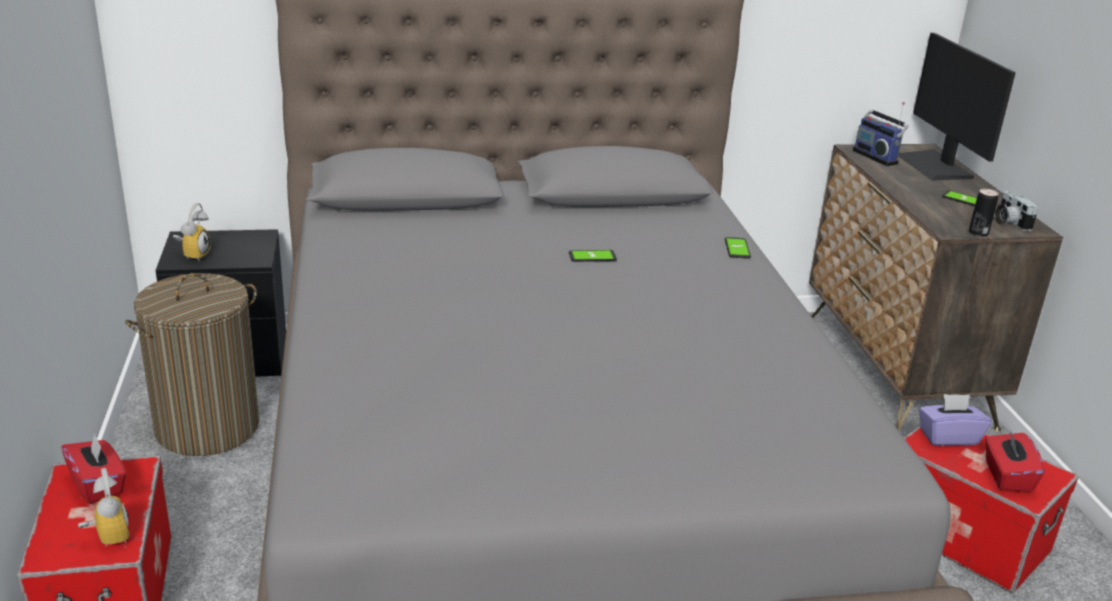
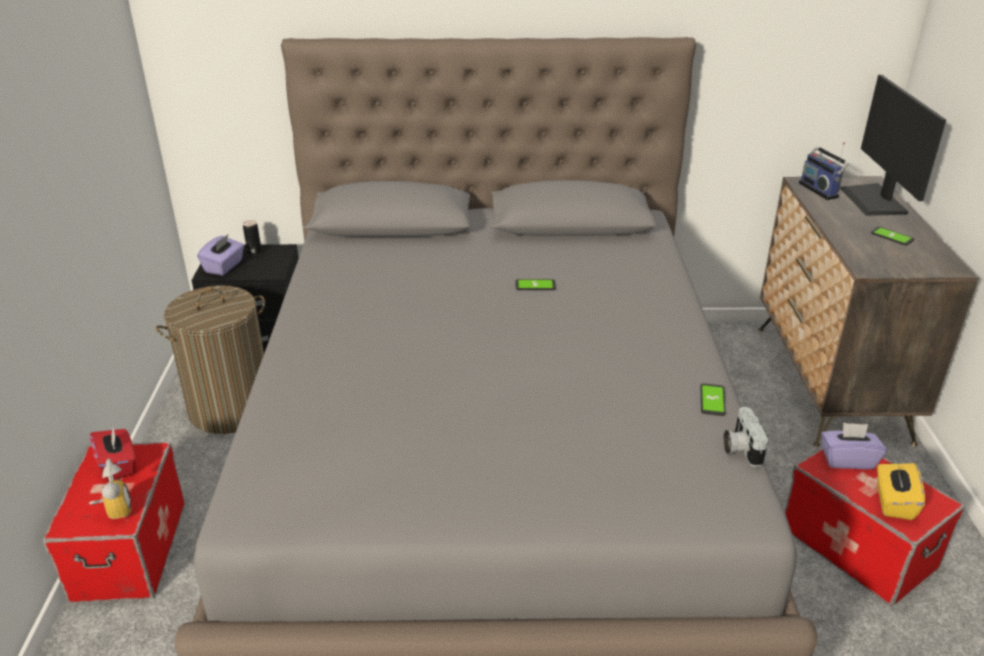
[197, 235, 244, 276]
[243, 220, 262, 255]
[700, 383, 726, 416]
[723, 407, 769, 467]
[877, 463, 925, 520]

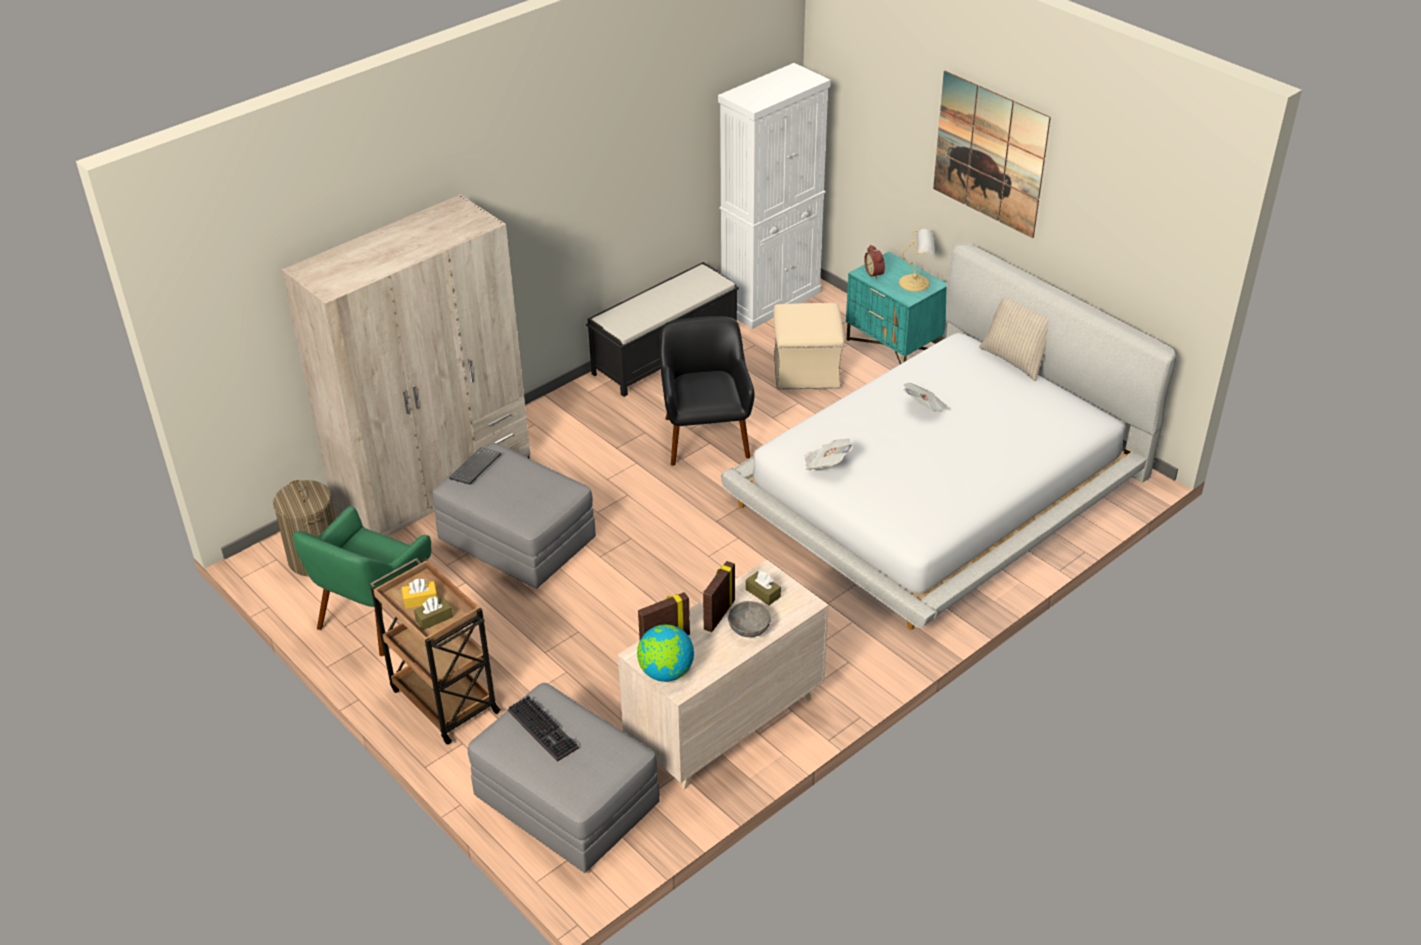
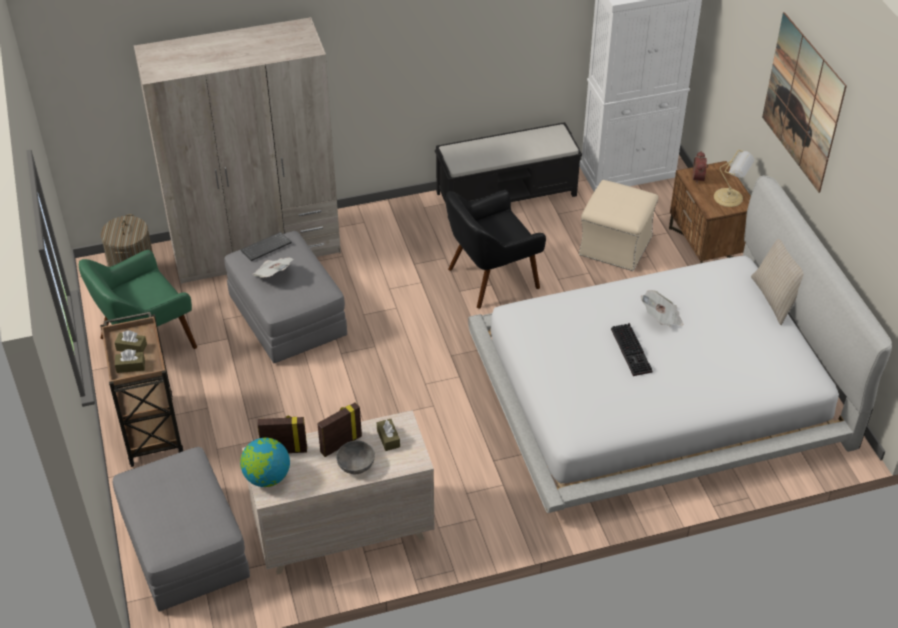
[114, 330, 147, 353]
[252, 257, 294, 277]
[446, 190, 546, 309]
[611, 323, 653, 376]
[669, 161, 751, 263]

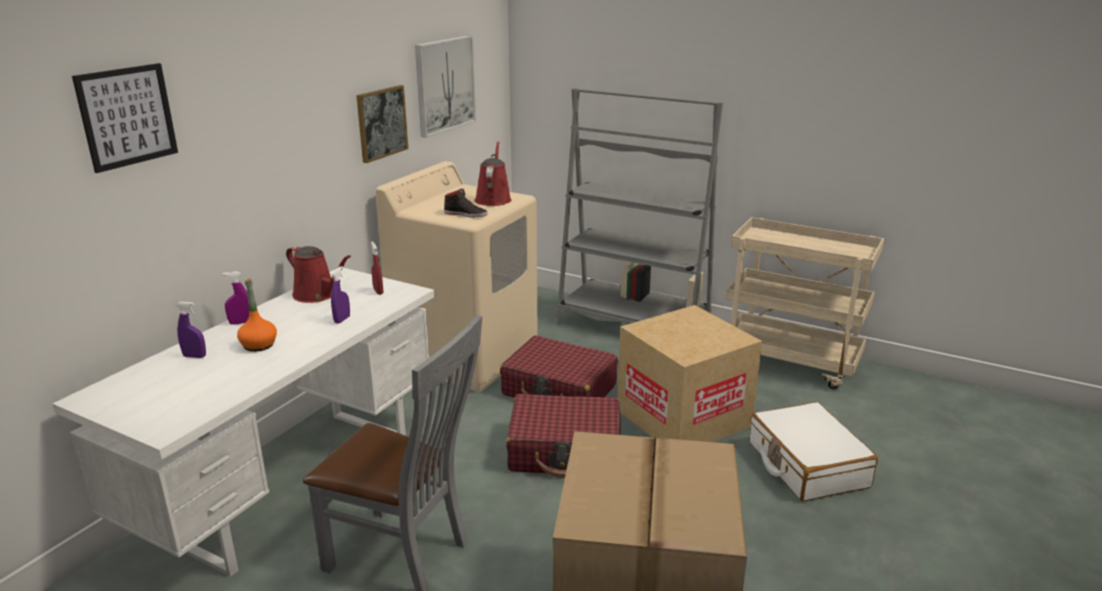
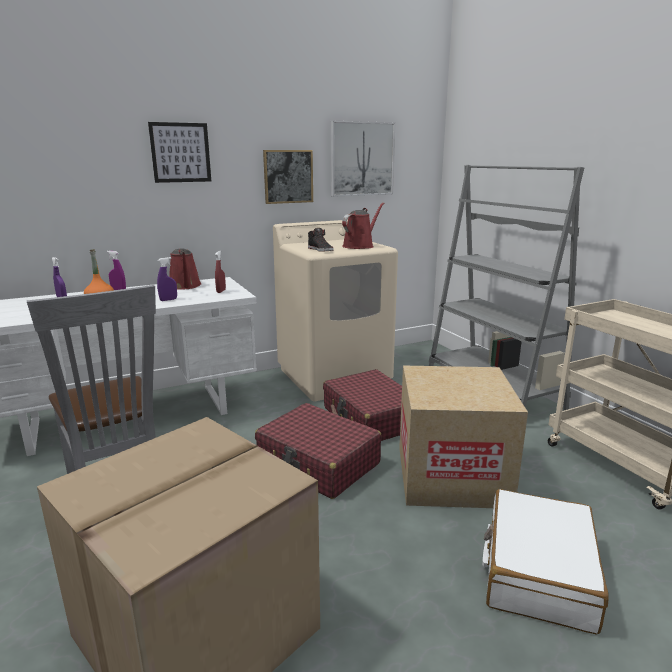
[148, 122, 211, 183]

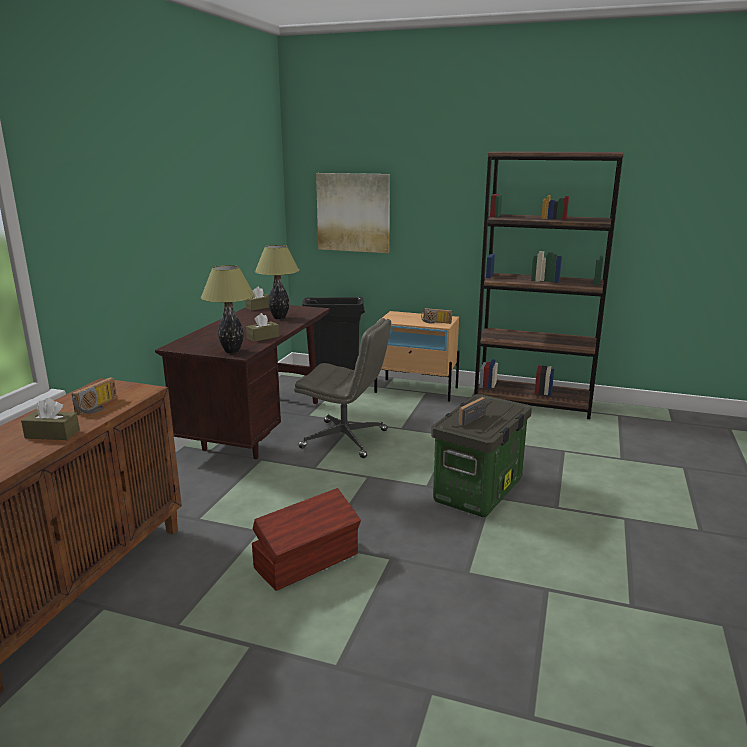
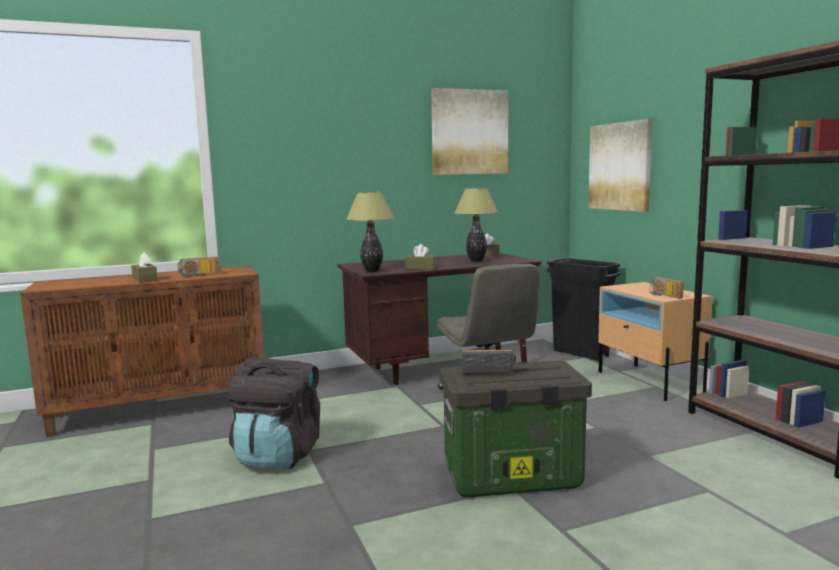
[228, 357, 320, 469]
[431, 88, 508, 175]

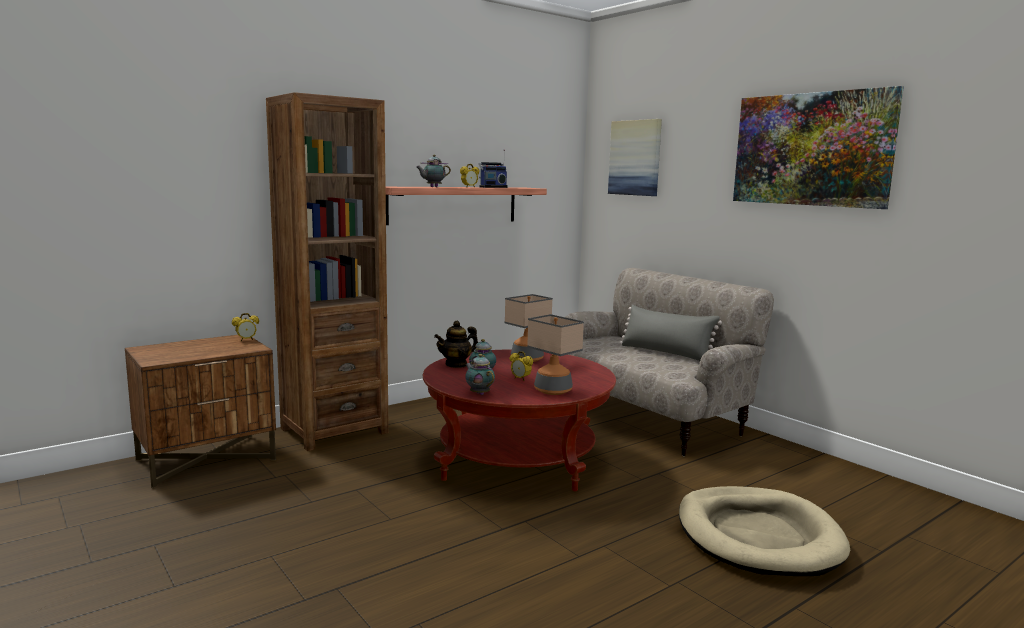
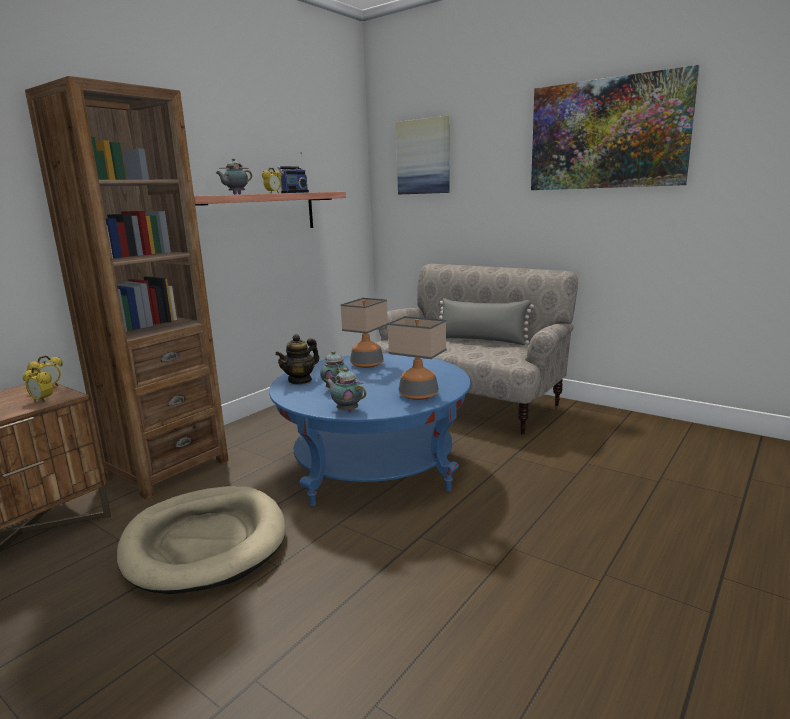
[23, 367, 53, 403]
[117, 486, 286, 594]
[269, 354, 471, 506]

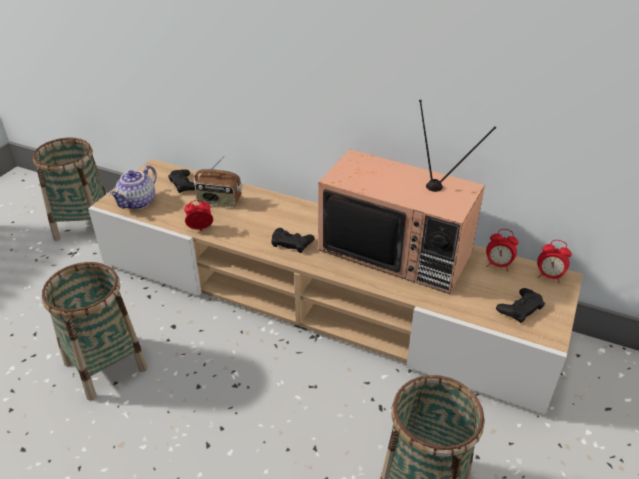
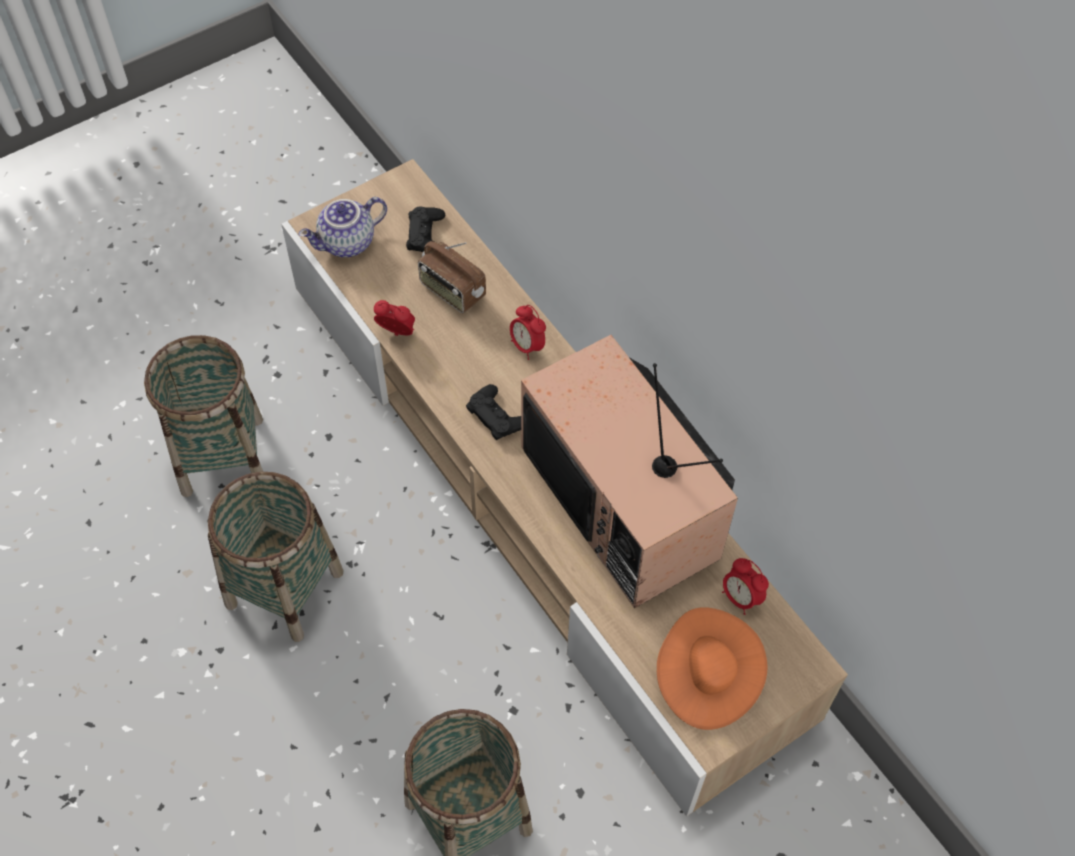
[208, 472, 344, 642]
[510, 305, 546, 360]
[657, 607, 767, 730]

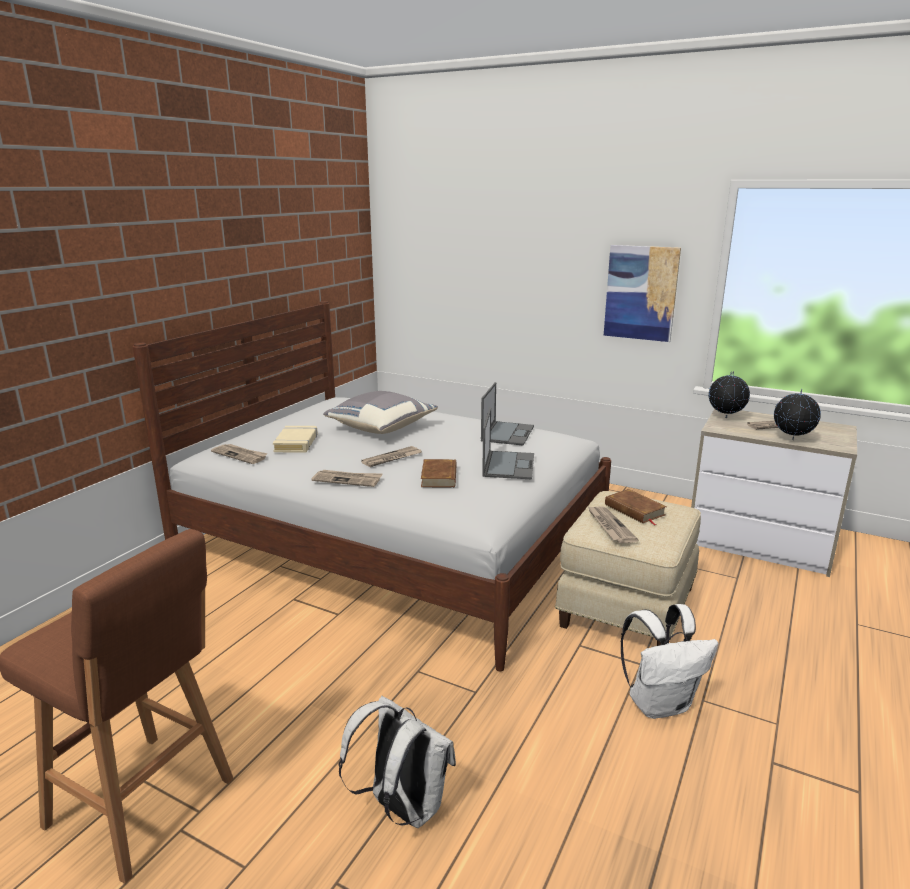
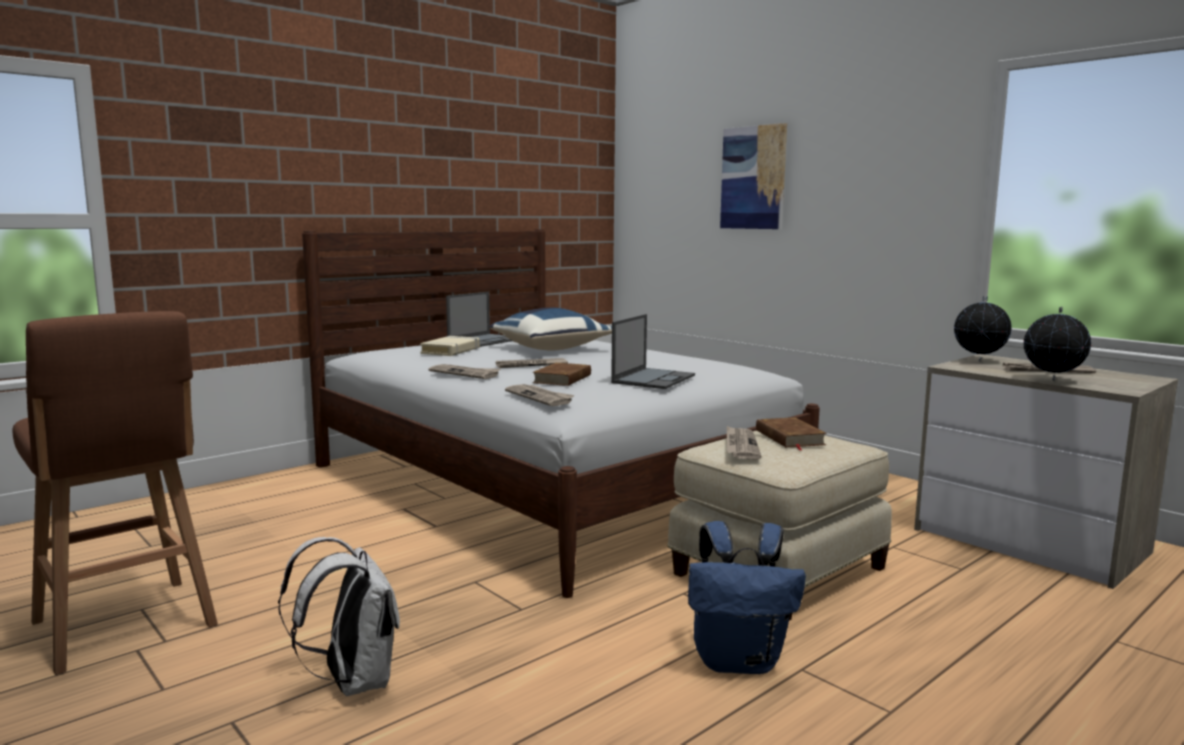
[446, 292, 512, 347]
[489, 308, 612, 350]
[505, 384, 575, 406]
[688, 521, 806, 674]
[720, 123, 787, 229]

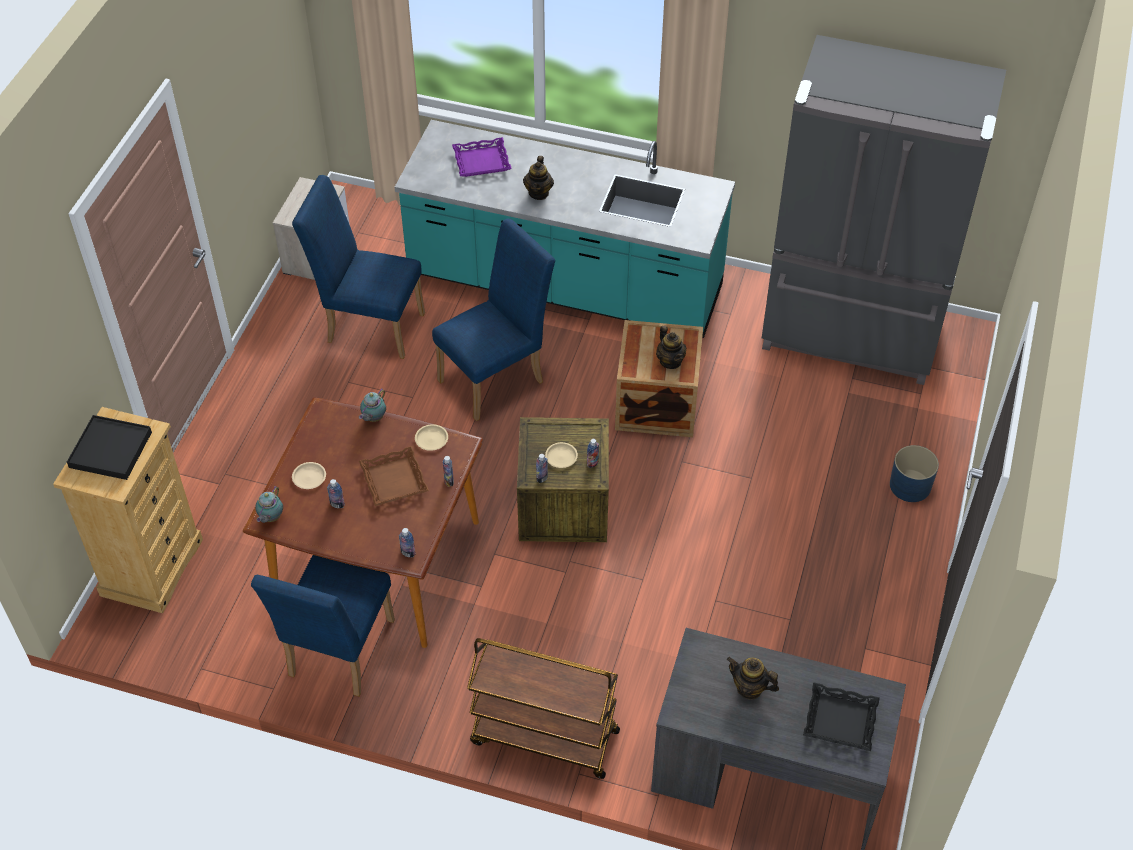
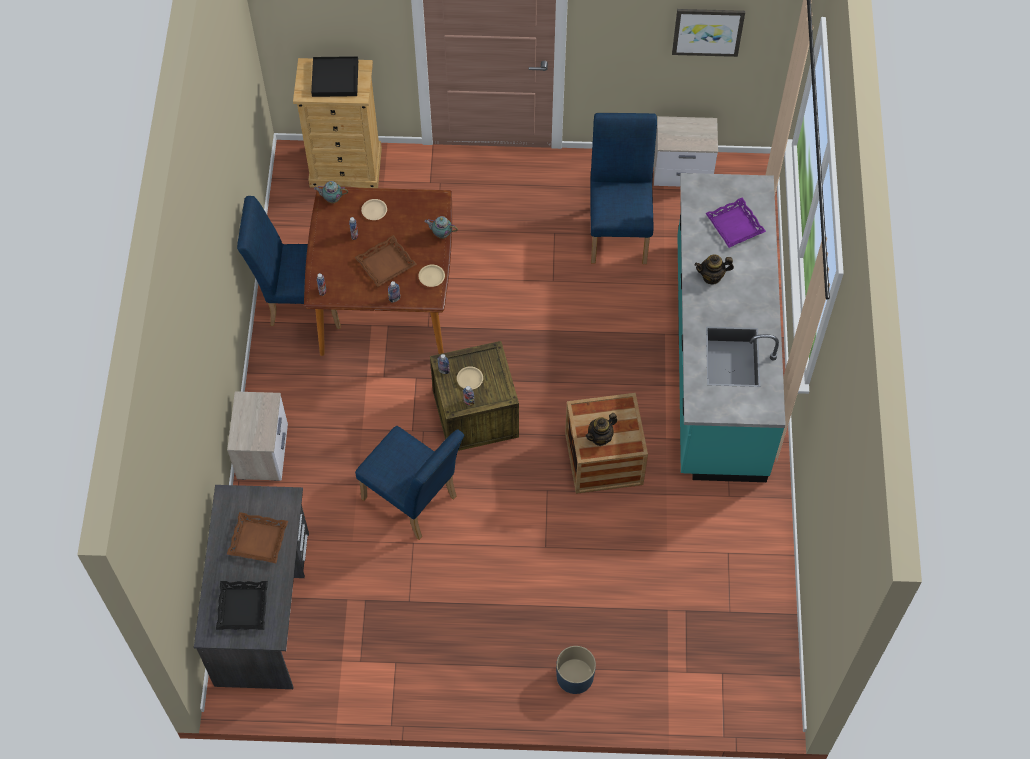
[227, 391, 288, 481]
[227, 512, 288, 563]
[355, 426, 464, 540]
[672, 9, 745, 57]
[762, 35, 1006, 385] (first image)

